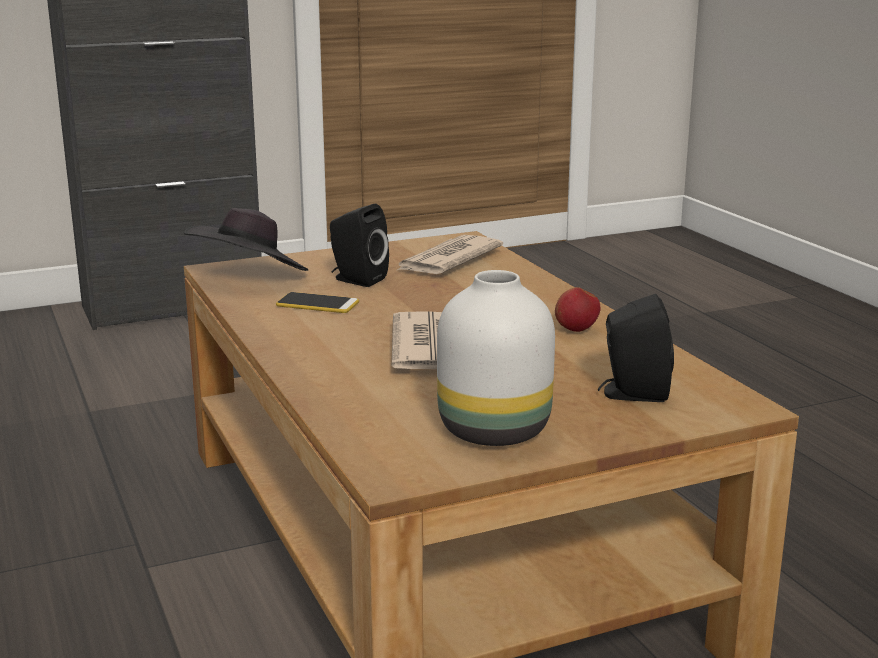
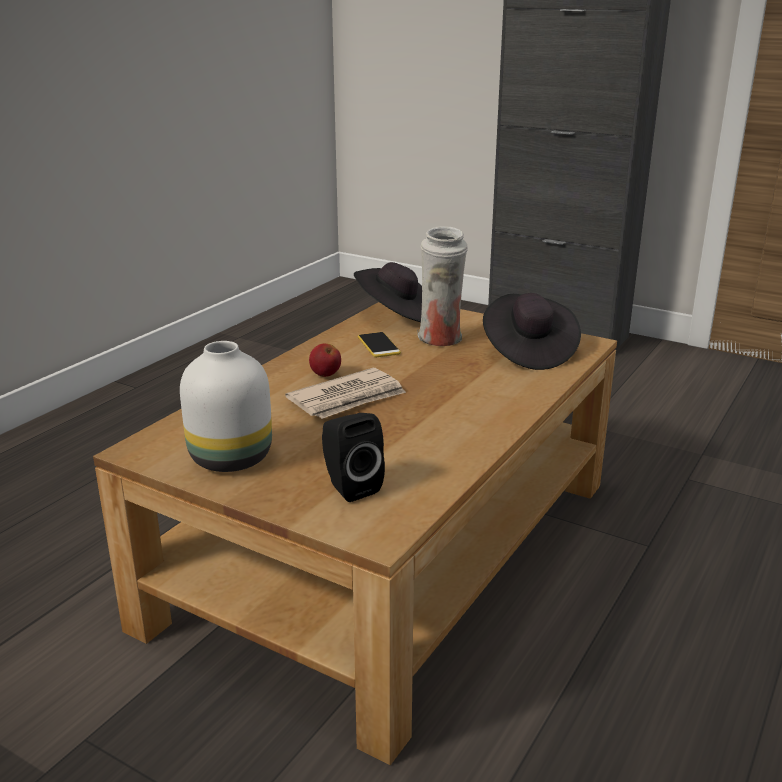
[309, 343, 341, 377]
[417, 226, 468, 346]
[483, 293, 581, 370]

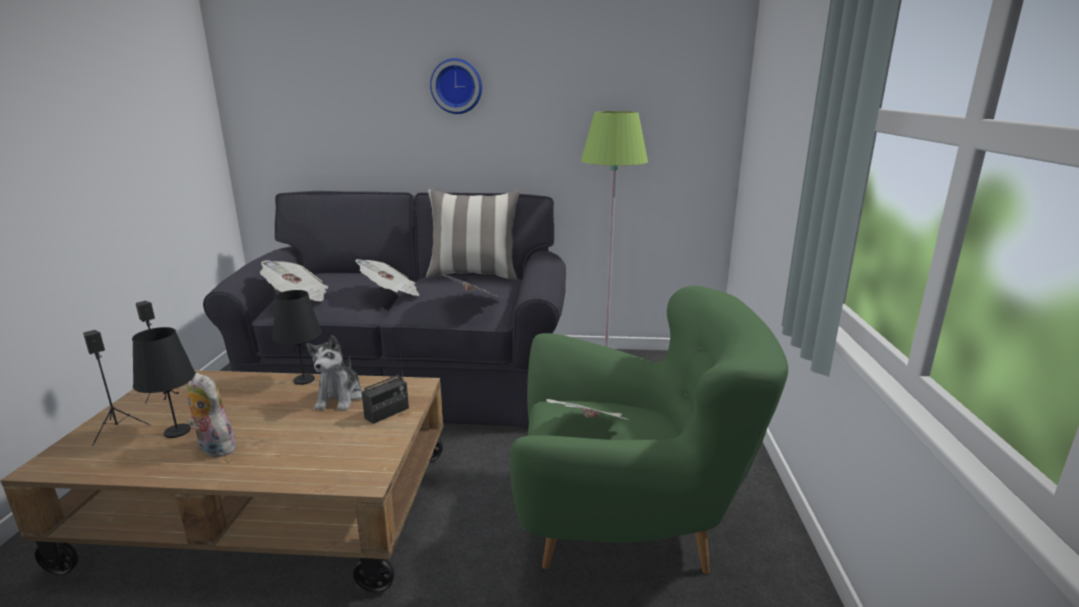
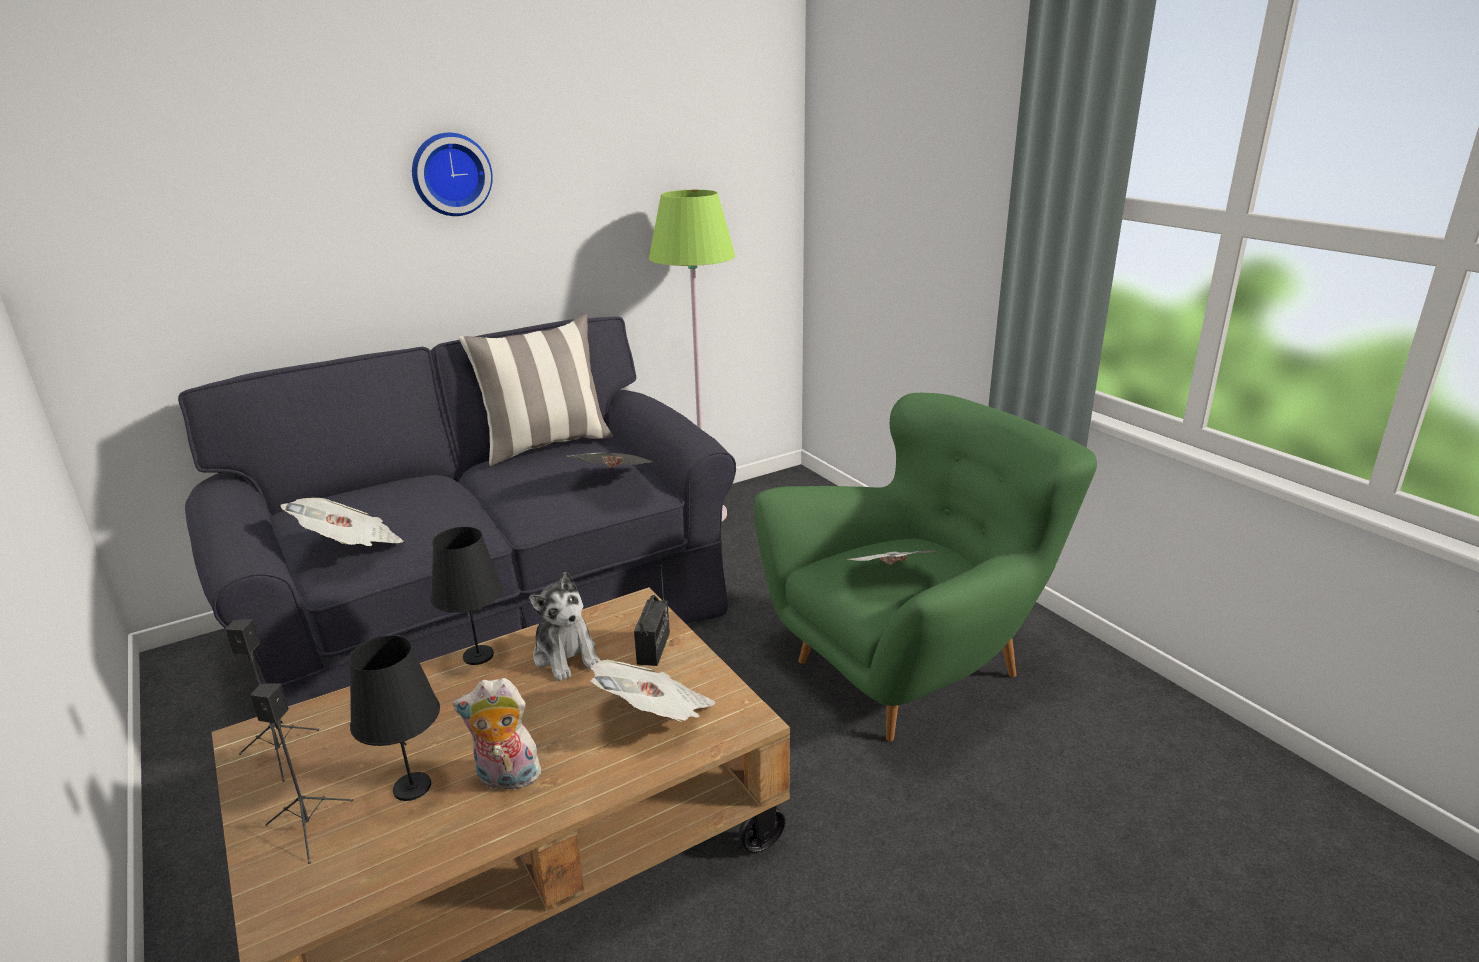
[590, 660, 715, 722]

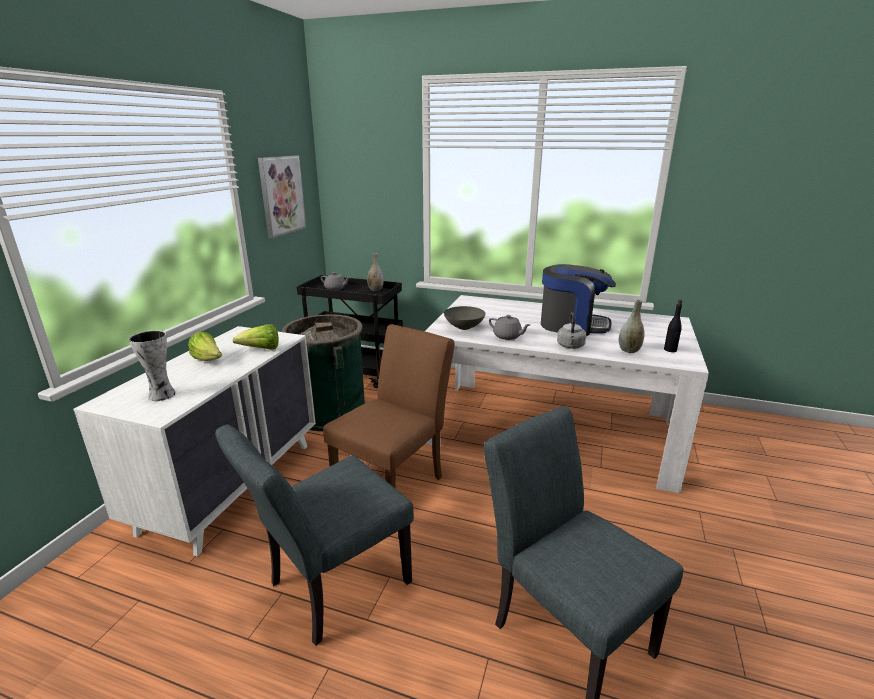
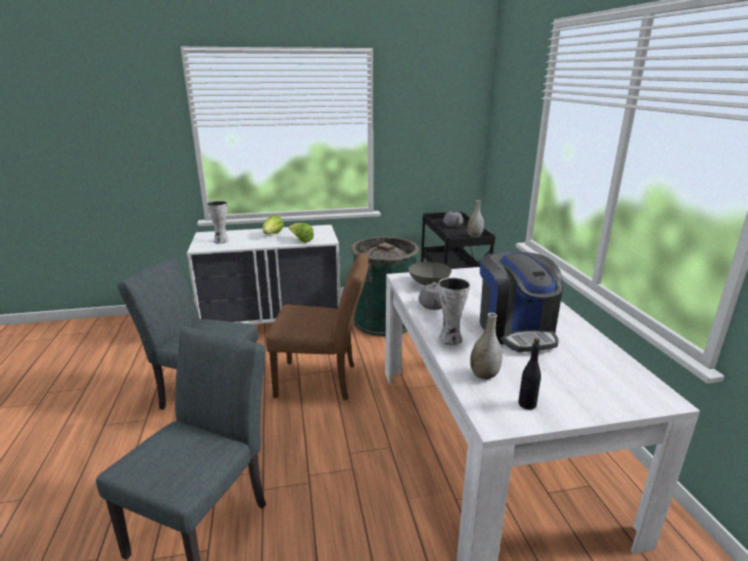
[438, 277, 470, 345]
[258, 155, 306, 238] (first image)

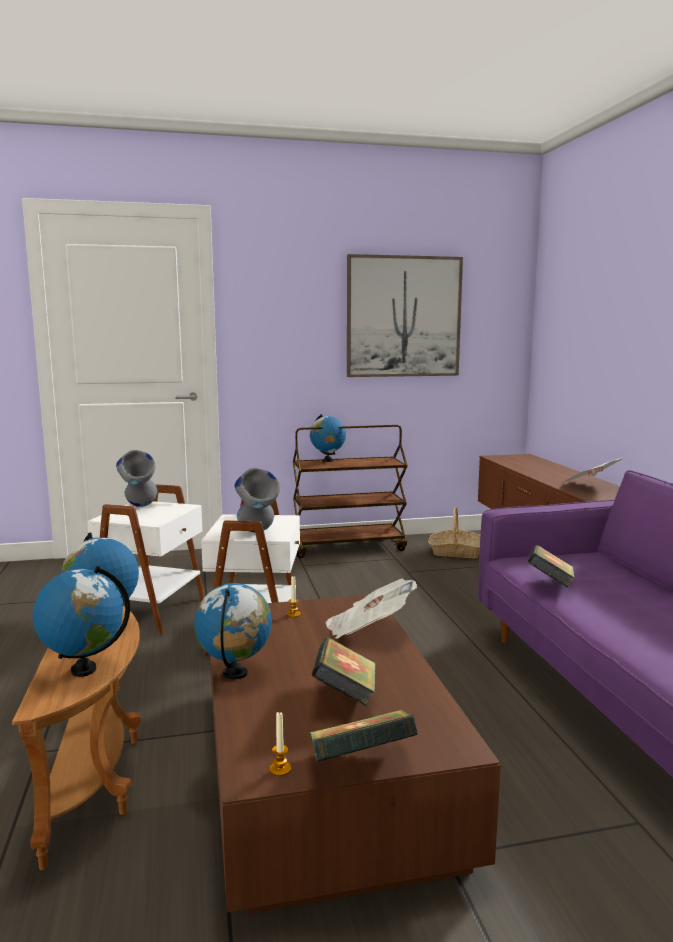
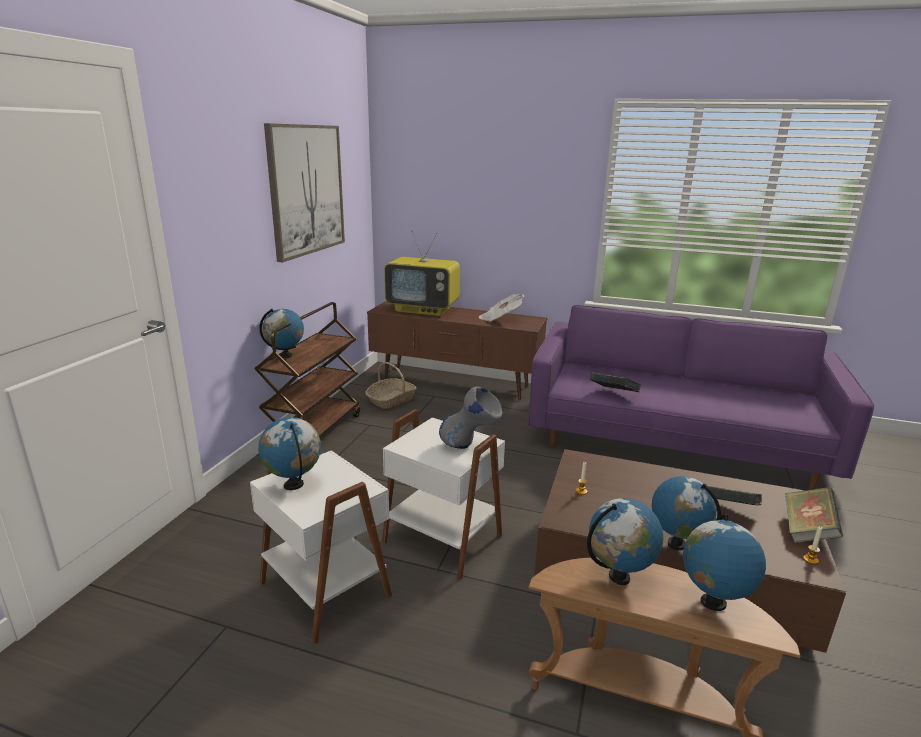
[258, 417, 321, 490]
[384, 230, 460, 316]
[326, 579, 417, 639] (first image)

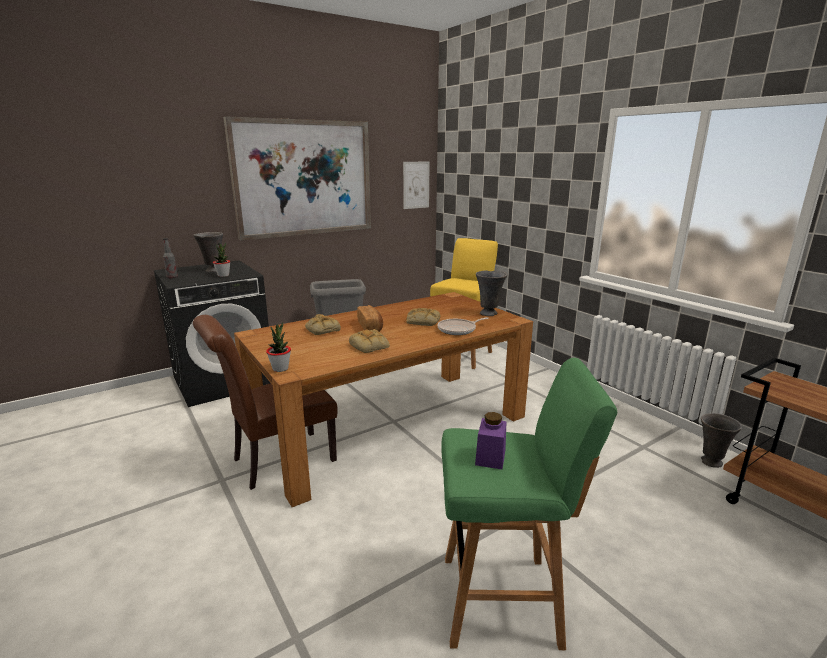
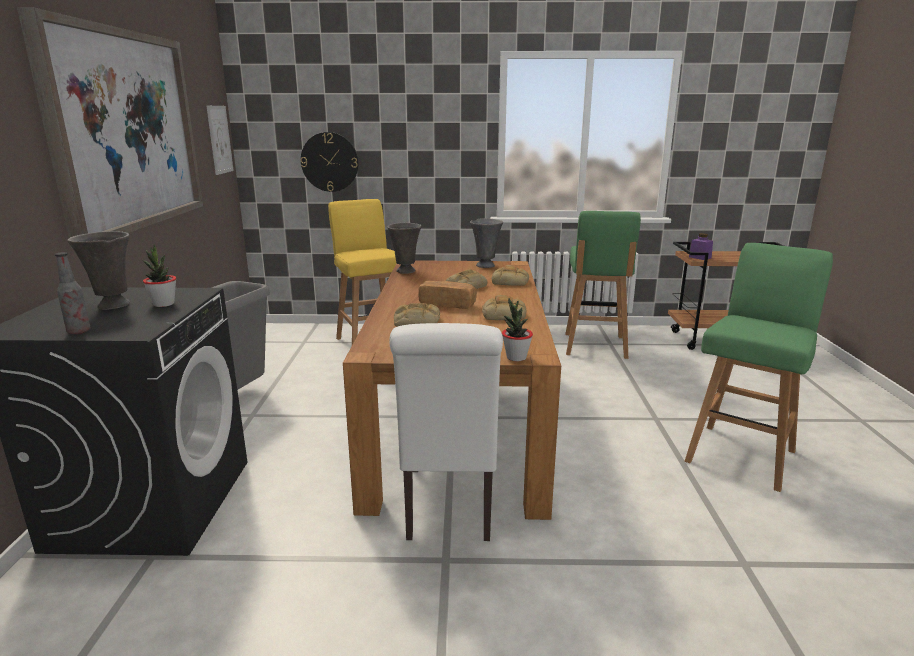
[301, 132, 359, 192]
[387, 223, 422, 274]
[389, 323, 503, 541]
[492, 265, 529, 286]
[565, 211, 641, 359]
[689, 233, 713, 260]

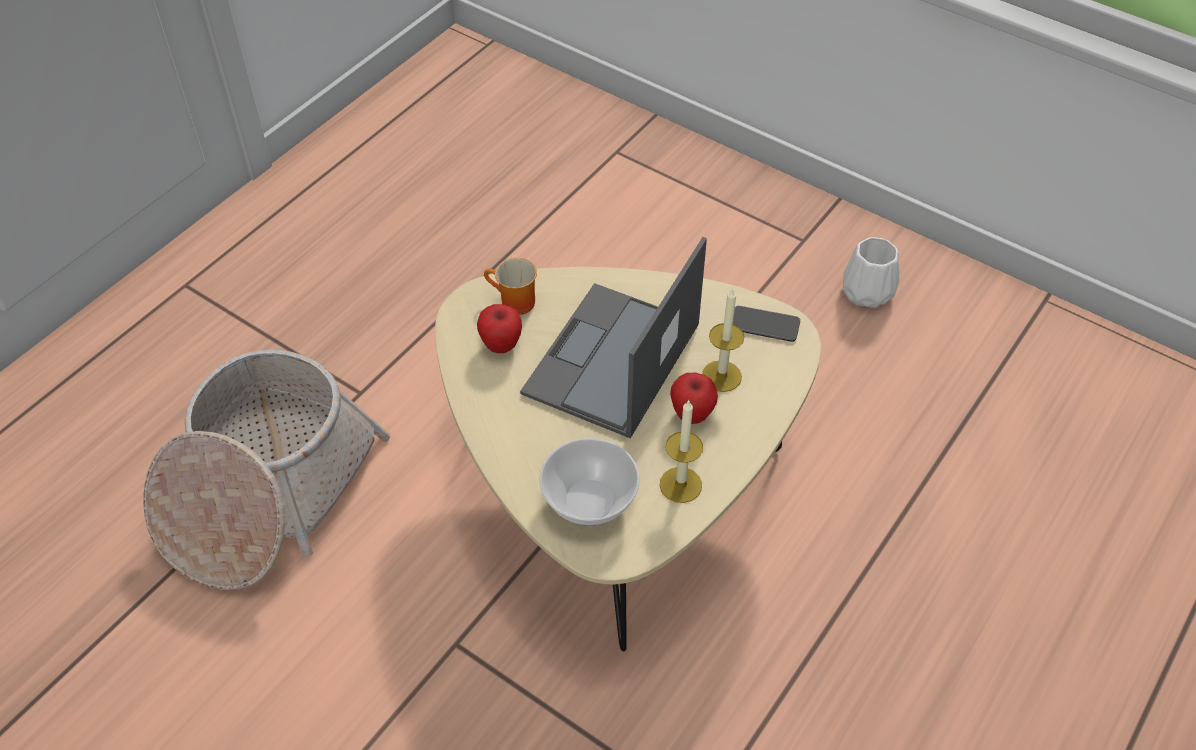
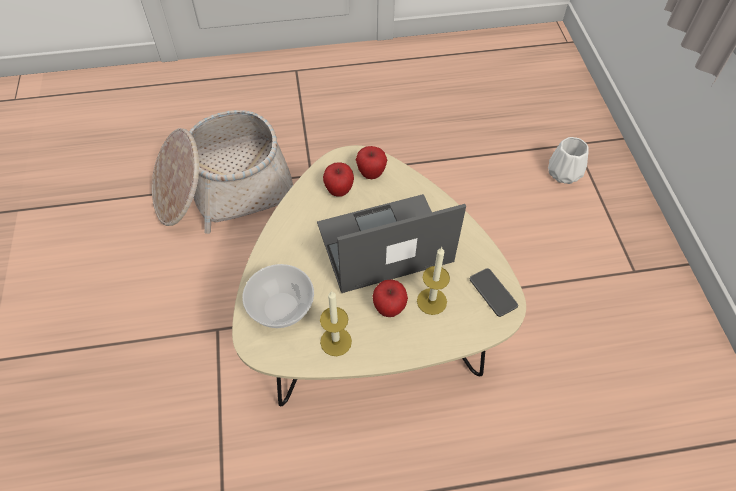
[356, 146, 387, 179]
[548, 137, 589, 184]

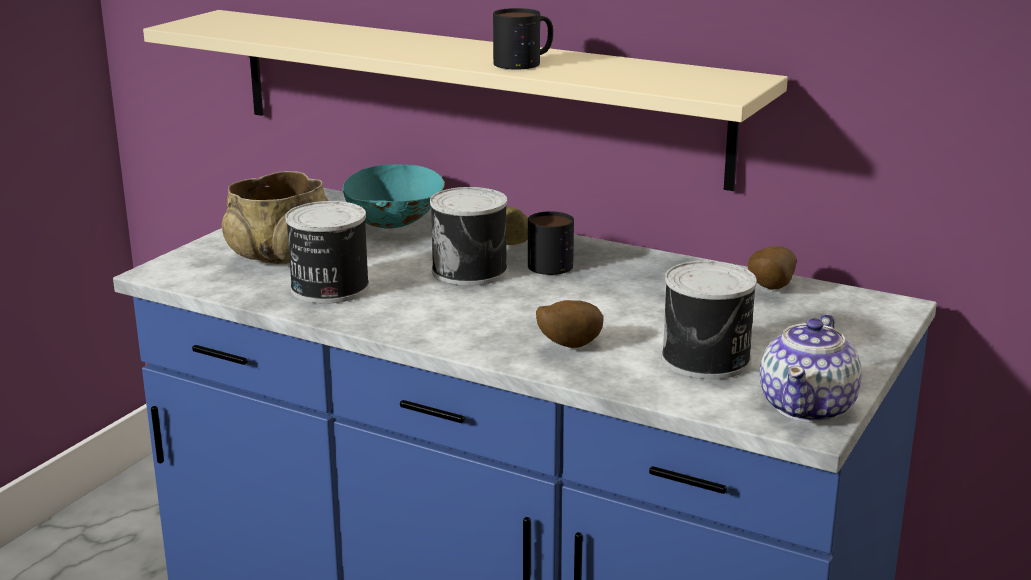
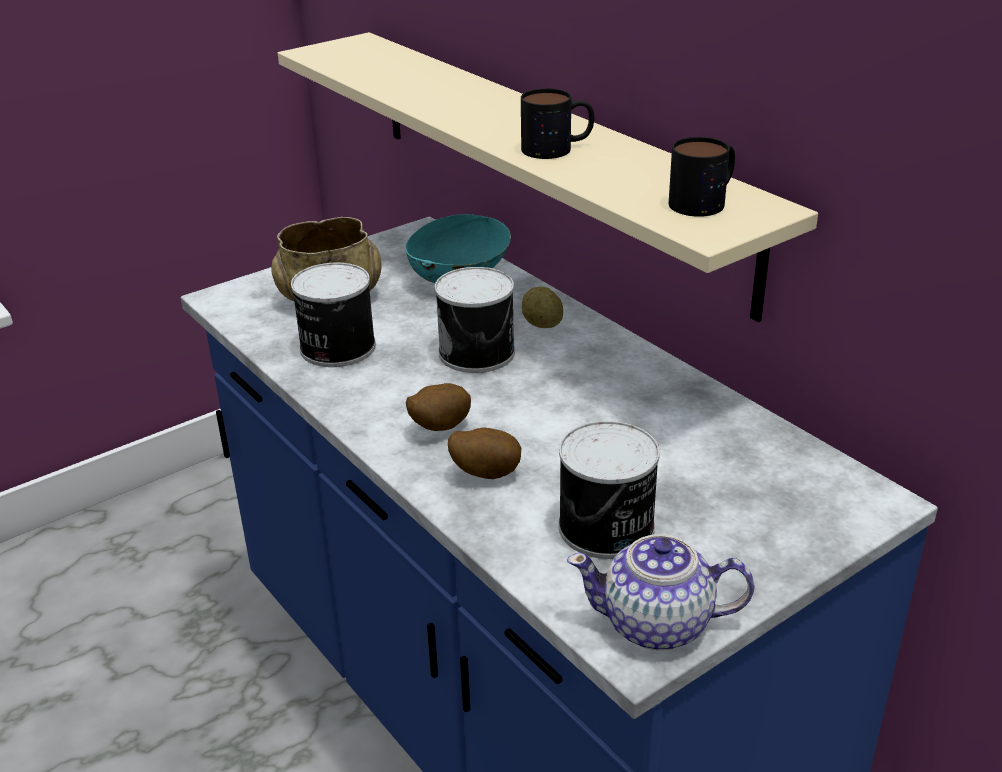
[406, 383, 471, 431]
[567, 534, 755, 650]
[669, 137, 735, 217]

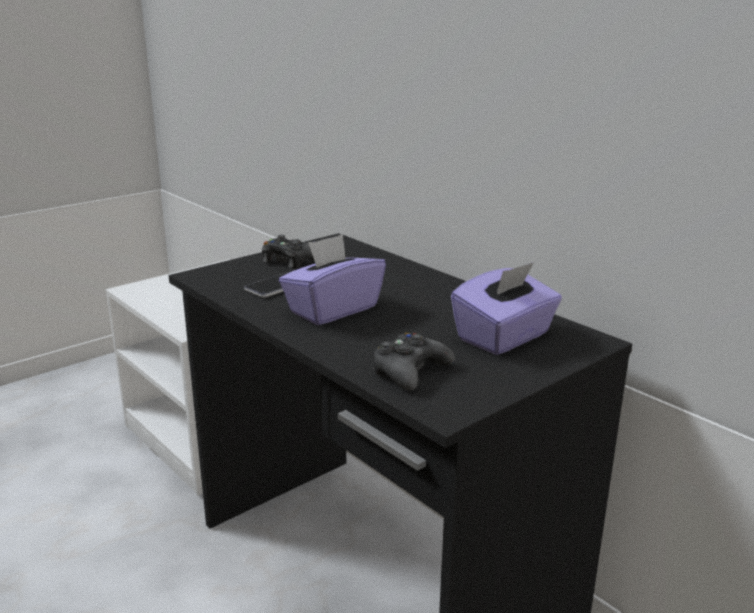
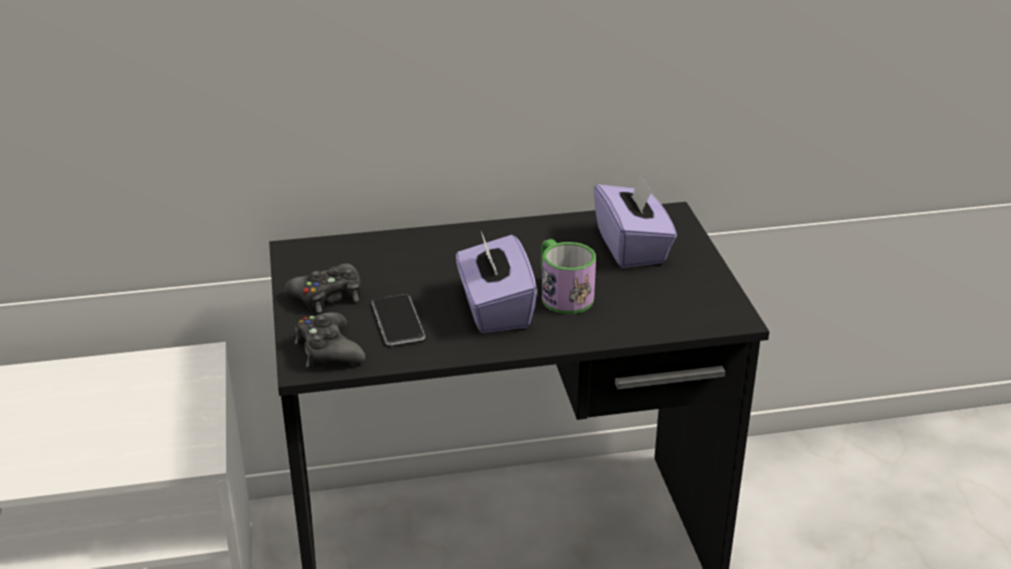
[295, 312, 365, 369]
[540, 239, 596, 314]

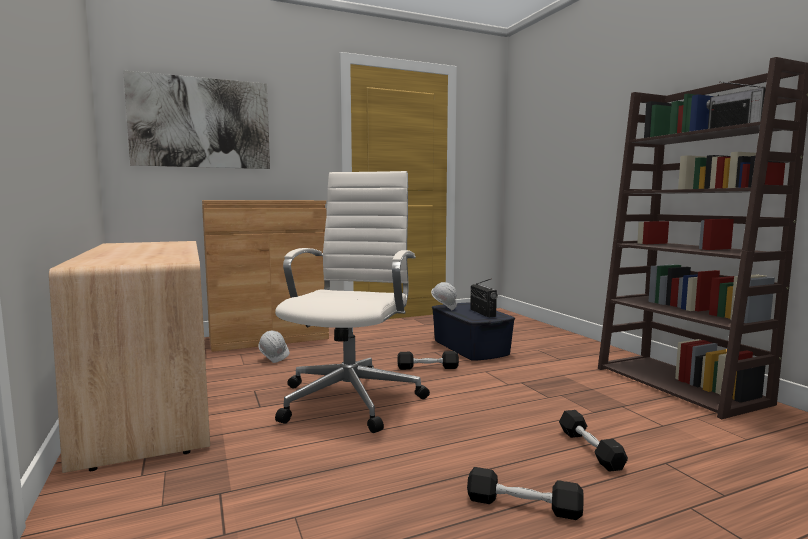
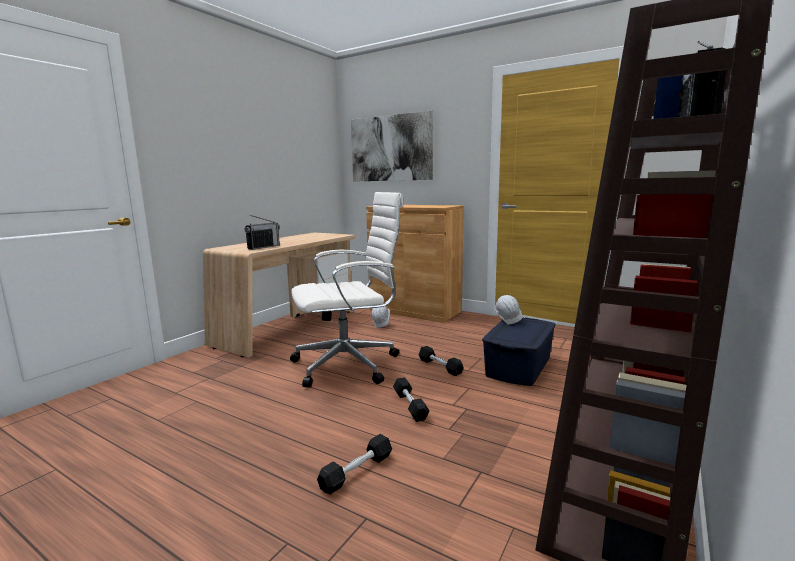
[244, 215, 280, 250]
[393, 377, 430, 422]

